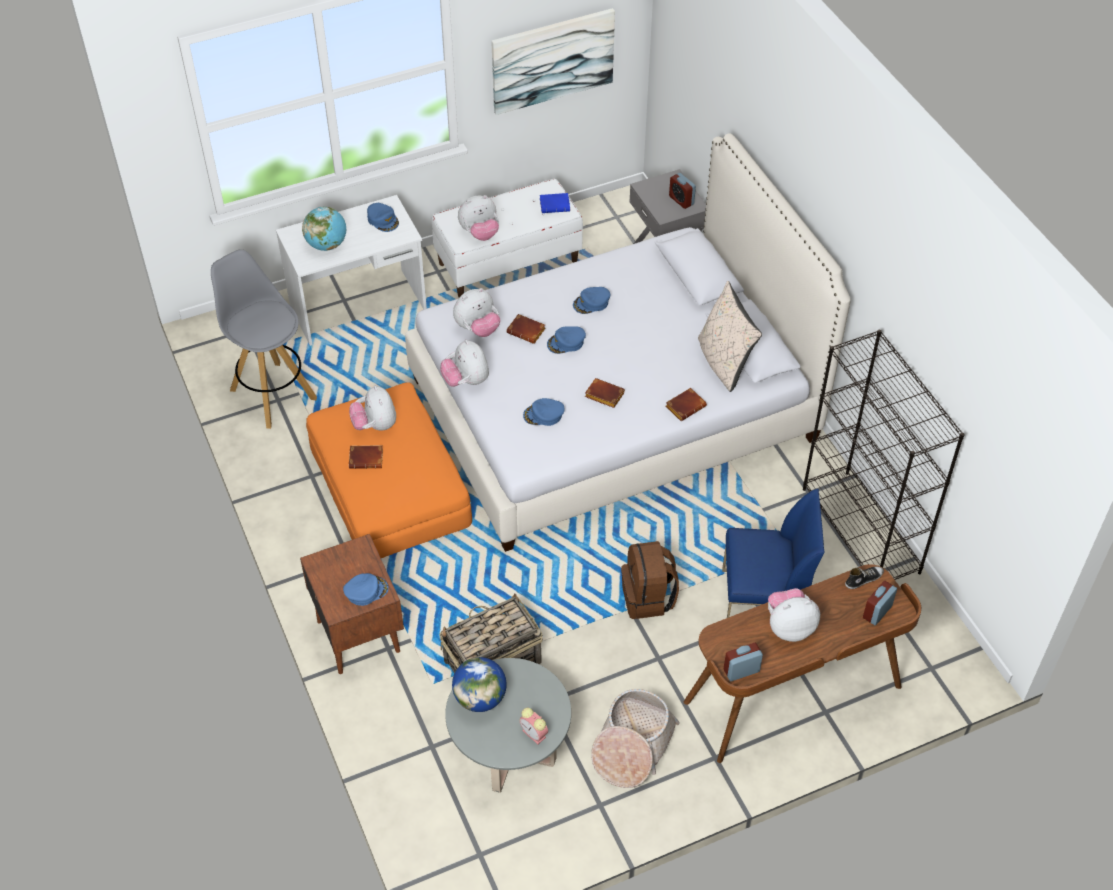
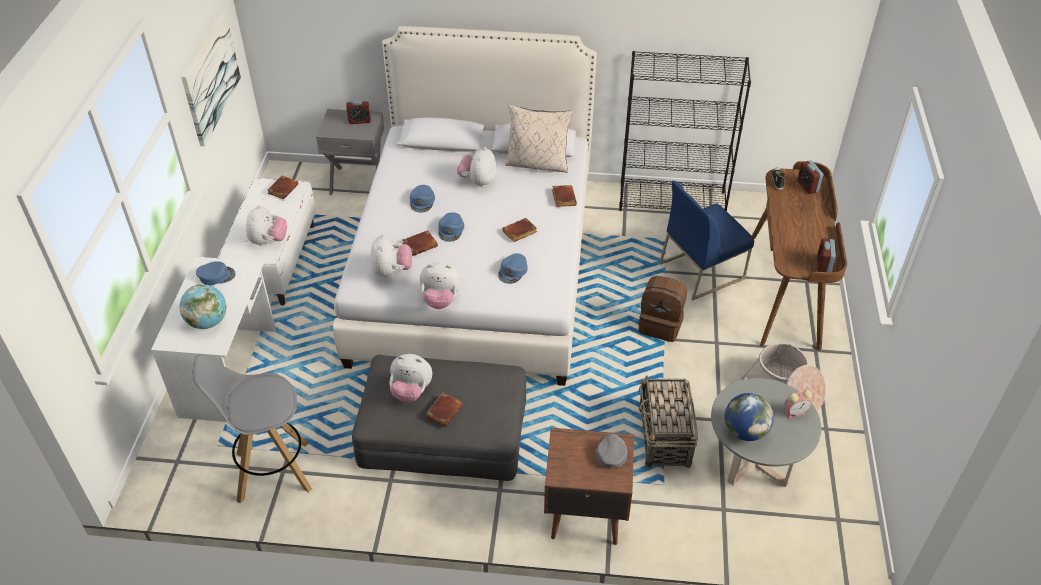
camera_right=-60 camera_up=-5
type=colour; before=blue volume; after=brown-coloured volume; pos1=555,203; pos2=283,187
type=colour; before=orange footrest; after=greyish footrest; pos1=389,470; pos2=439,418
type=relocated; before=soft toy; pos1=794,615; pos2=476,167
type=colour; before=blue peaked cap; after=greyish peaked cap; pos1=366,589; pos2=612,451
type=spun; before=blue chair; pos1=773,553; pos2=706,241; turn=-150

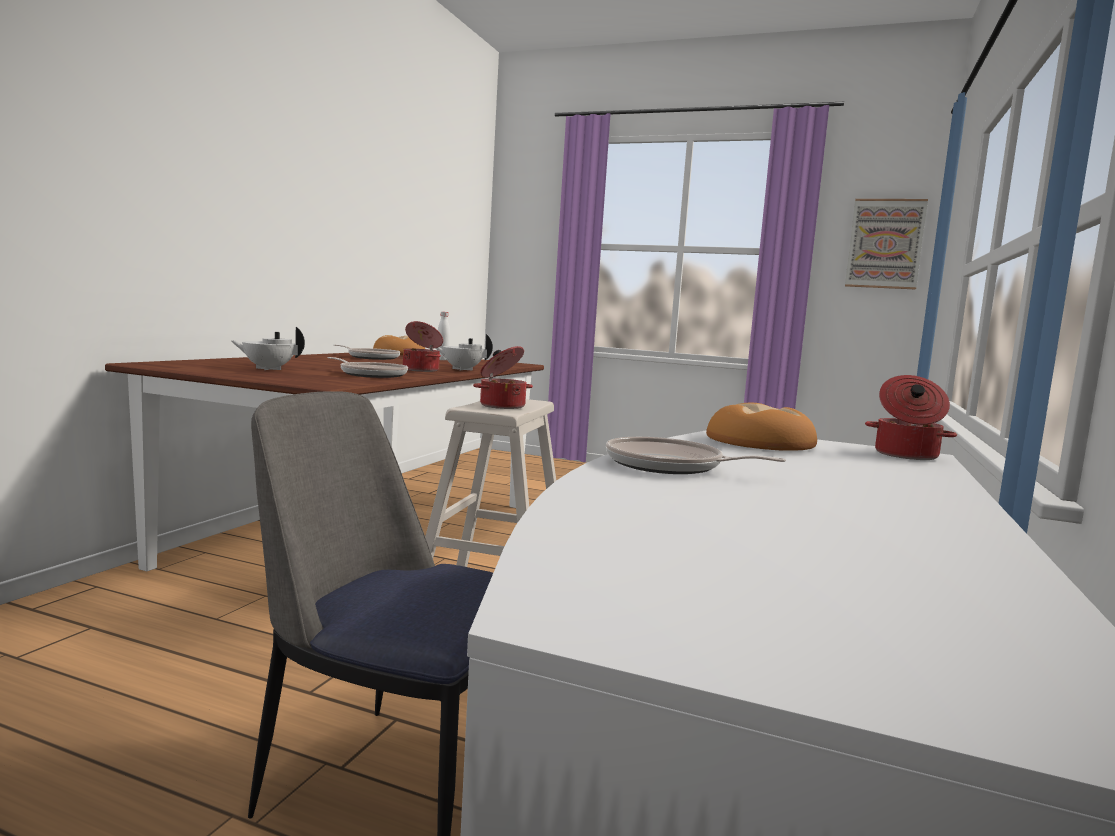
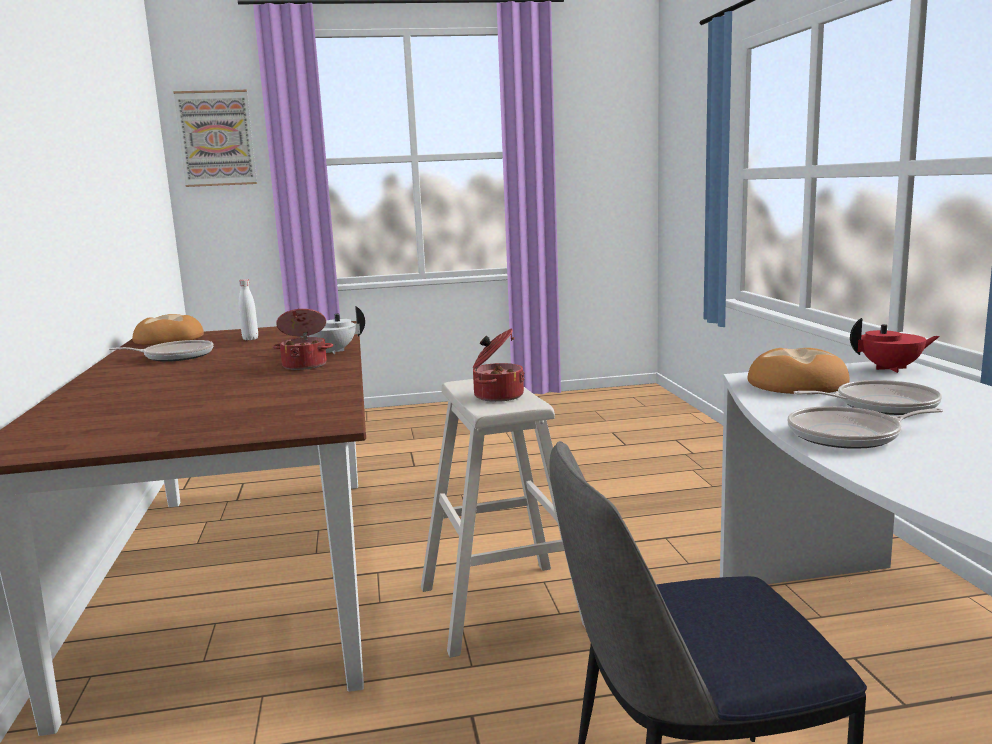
camera_right=-30 camera_up=5
type=relocated; before=wall art; pos1=886,244; pos2=215,138
type=relocated; before=frying pan; pos1=367,367; pos2=868,397
type=exchanged; before=stockpot; after=reddish pot for tea; pos1=911,417; pos2=895,345
type=missing; before=white pot for tea; pos1=268,348

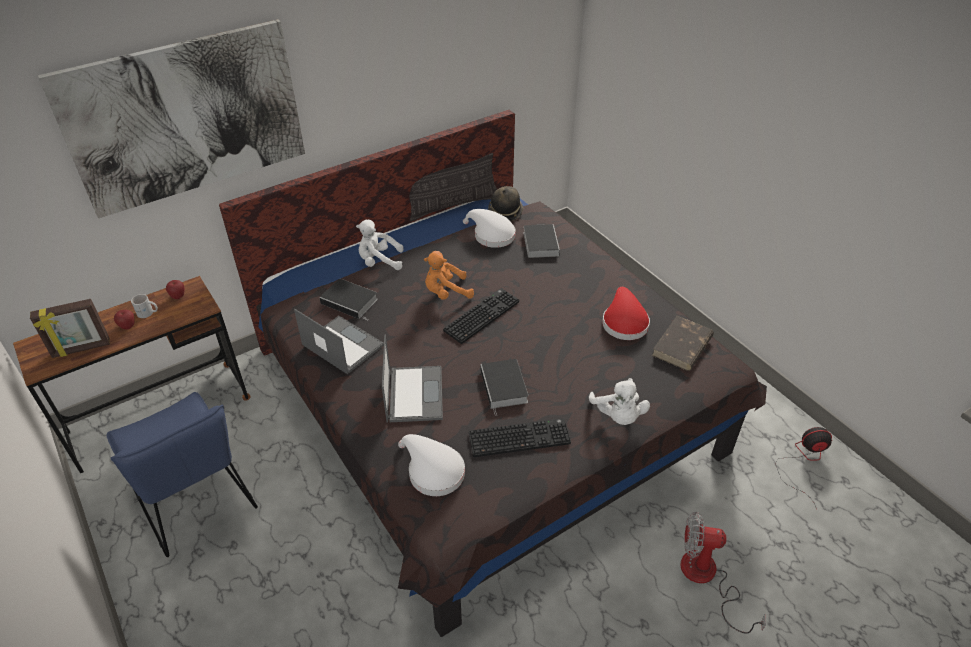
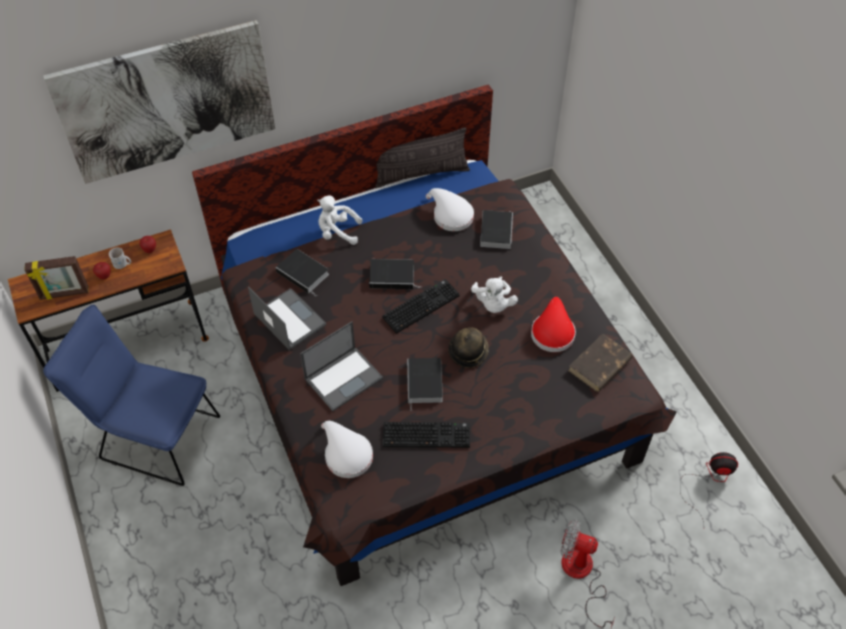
camera_right=10 camera_up=10
type=spun; before=blue chair; pos1=182,474; pos2=131,395; turn=135
type=spun; before=laptop; pos1=412,379; pos2=341,366; turn=45
type=exchanged; before=orange soft toy; after=volume; pos1=449,275; pos2=395,274
type=relocated; before=hat; pos1=505,203; pos2=468,347
type=relocated; before=white soft toy; pos1=619,401; pos2=494,294

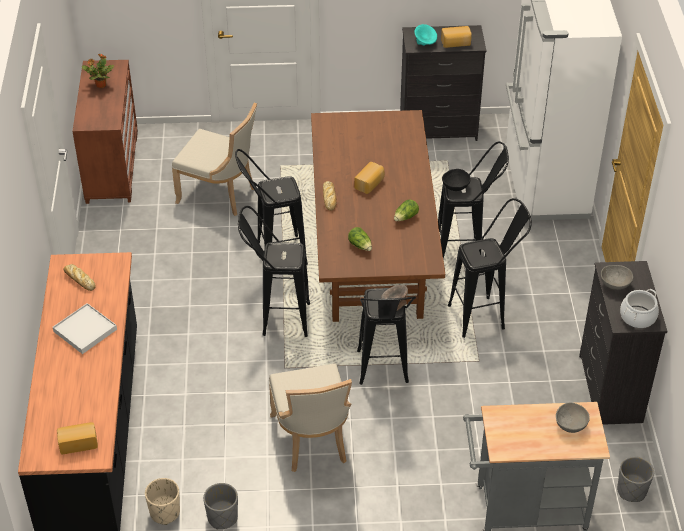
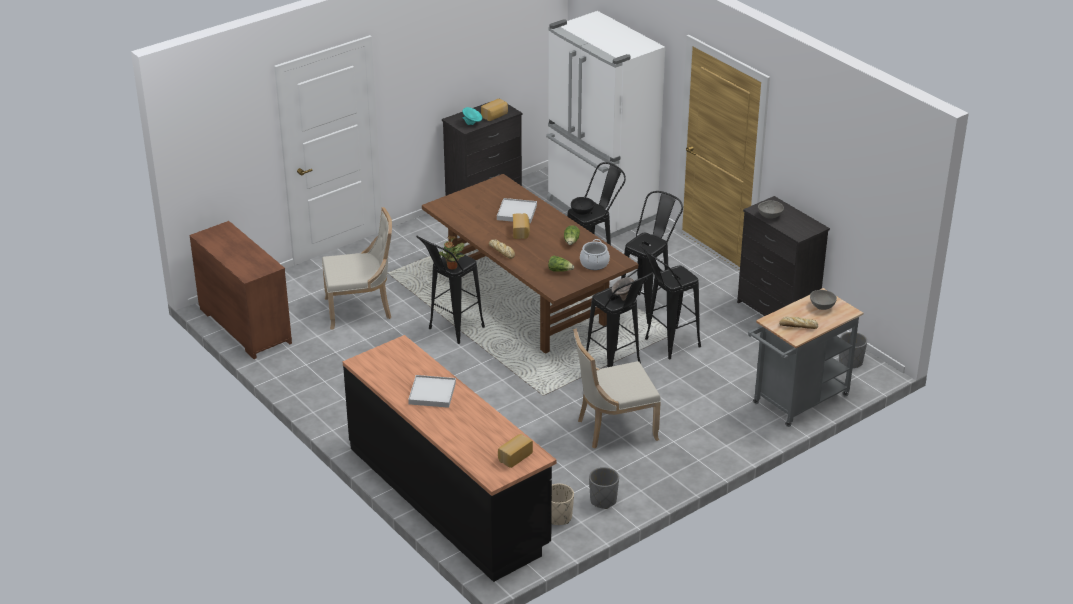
camera_right=-35 camera_up=-10
type=relocated; before=houseplant; pos1=98,70; pos2=451,253
type=appeared; after=white tray; pos2=517,210
type=spun; before=beige-coloured chair; pos1=310,418; pos2=617,388; turn=120
type=relocated; before=stockpot; pos1=639,308; pos2=595,254
type=relocated; before=blackish sitting stool; pos1=274,271; pos2=670,301
type=relocated; before=bakery bread; pos1=79,277; pos2=798,323

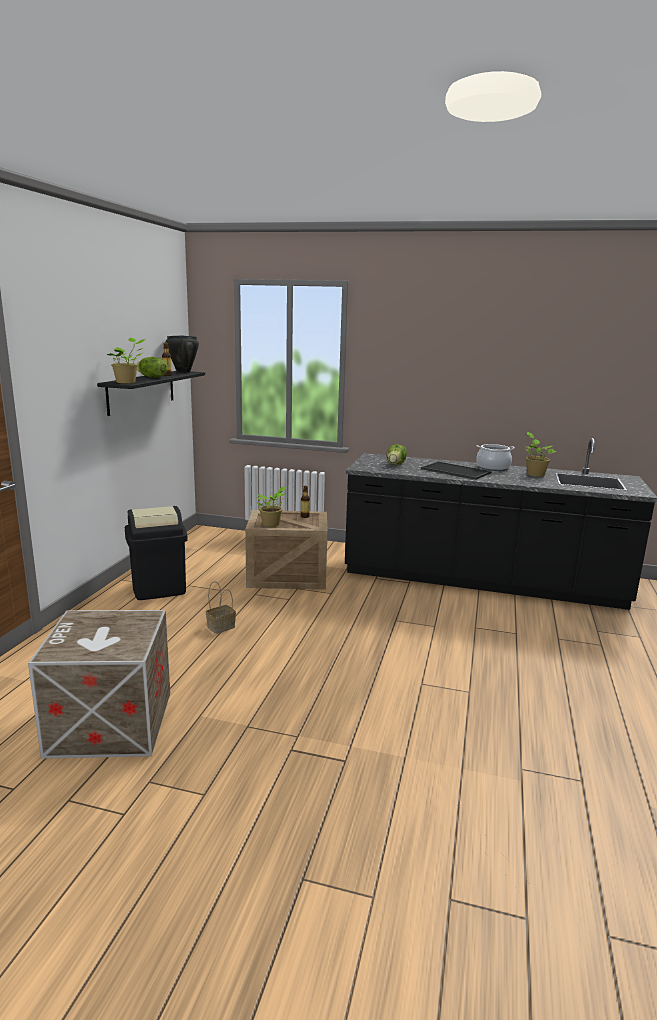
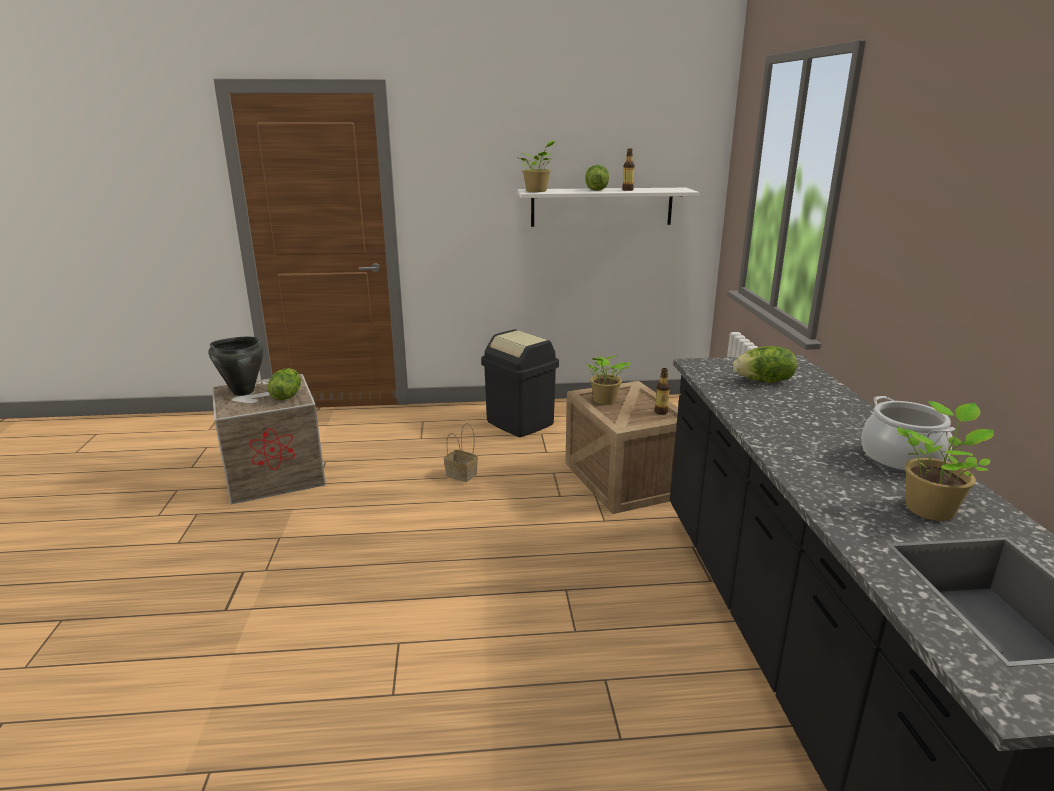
camera_right=70 camera_up=5
type=relocated; before=blackish stockpot; pos1=182,354; pos2=236,366
type=appeared; after=lettuce head; pos2=284,384
type=colour; before=blackish bracket shelf; after=white bracket shelf; pos1=151,393; pos2=608,207
type=missing; before=tray; pos1=456,471

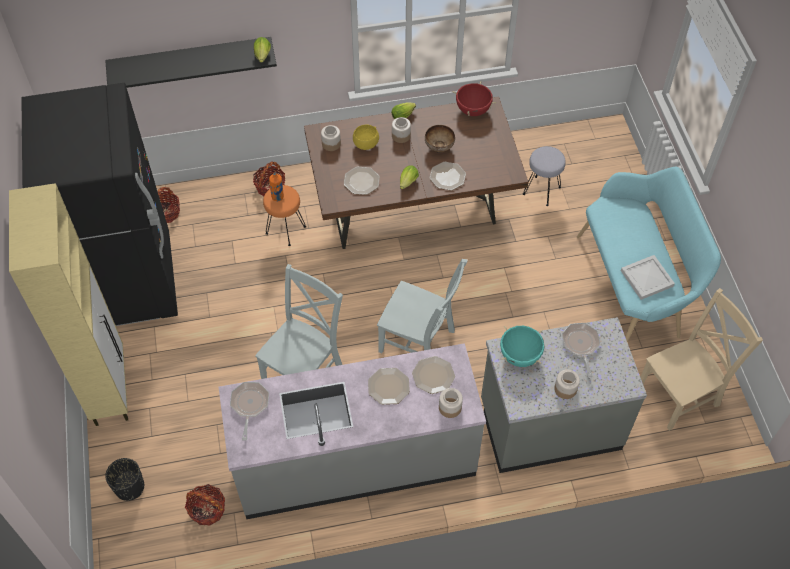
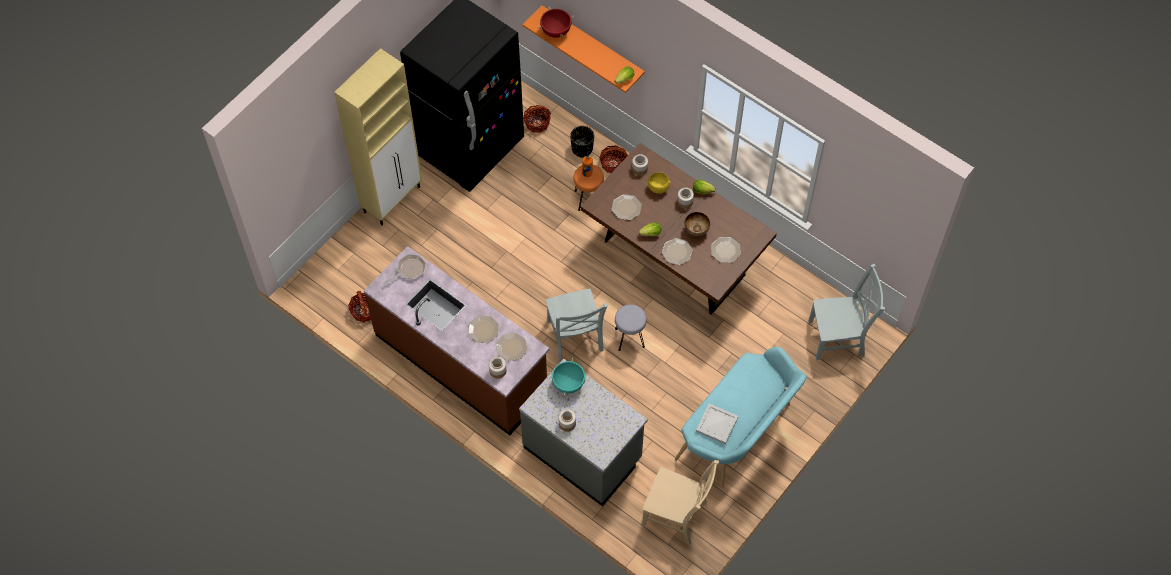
camera_right=50 camera_up=5
type=colour; before=greyish kitchen base unit; after=brown-coloured kitchen base unit; pos1=352,431; pos2=456,340
type=colour; before=blackish bracket shelf; after=orange bracket shelf; pos1=191,62; pos2=583,49
type=relocated; before=reddish stockpot; pos1=474,99; pos2=556,22
type=relocated; before=blackish plant pot; pos1=124,479; pos2=582,142
type=relocated; before=greyish sitting stool; pos1=544,176; pos2=631,327
type=appeared; after=flat dish; pos2=726,250
type=relocated; before=greyish chair; pos1=299,321; pos2=847,312
type=missing; before=frying pan; pos1=581,350

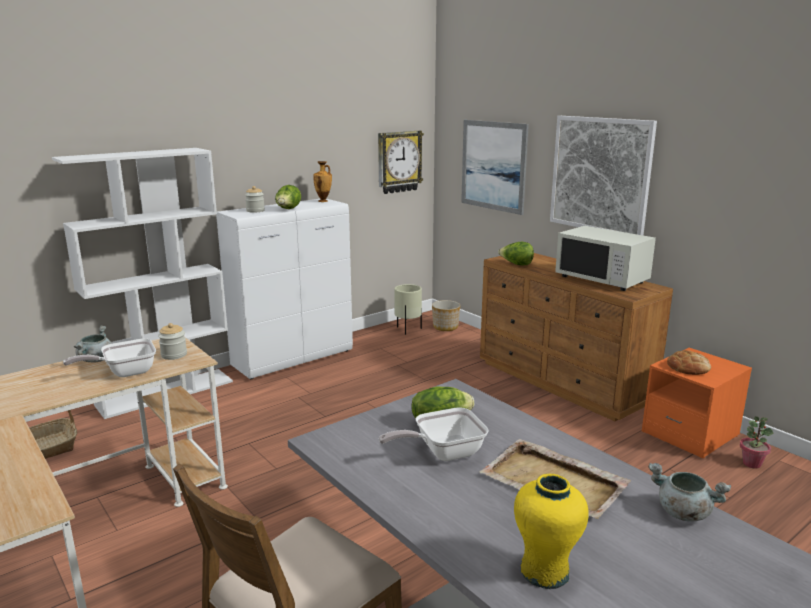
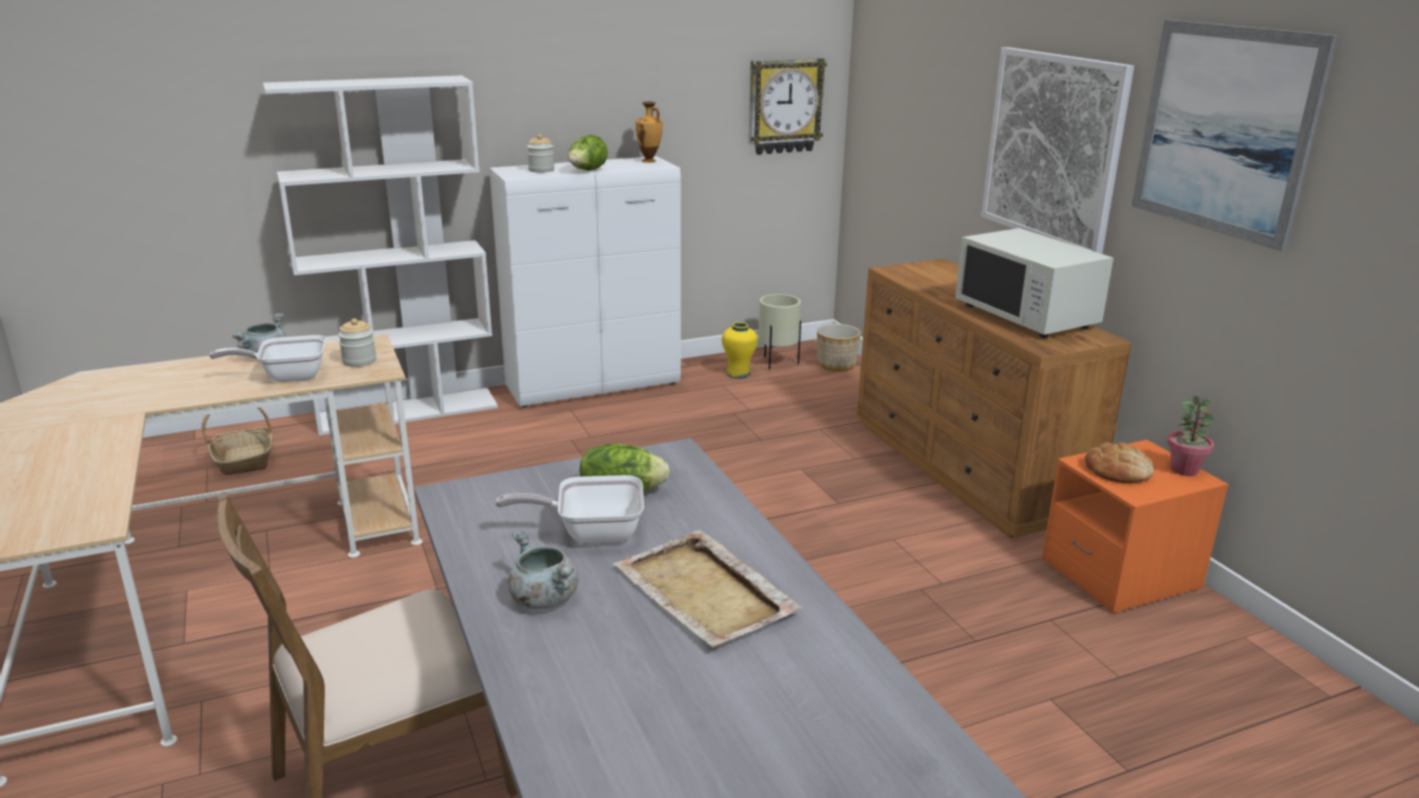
camera_right=15 camera_up=5
type=relocated; before=greyish stockpot; pos1=689,492; pos2=543,570
type=relocated; before=yellowish decorative vase; pos1=551,531; pos2=740,350
type=relocated; before=wall art; pos1=495,167; pos2=1235,135
type=relocated; before=houseplant; pos1=756,442; pos2=1190,436
type=missing; before=lettuce head; pos1=516,253

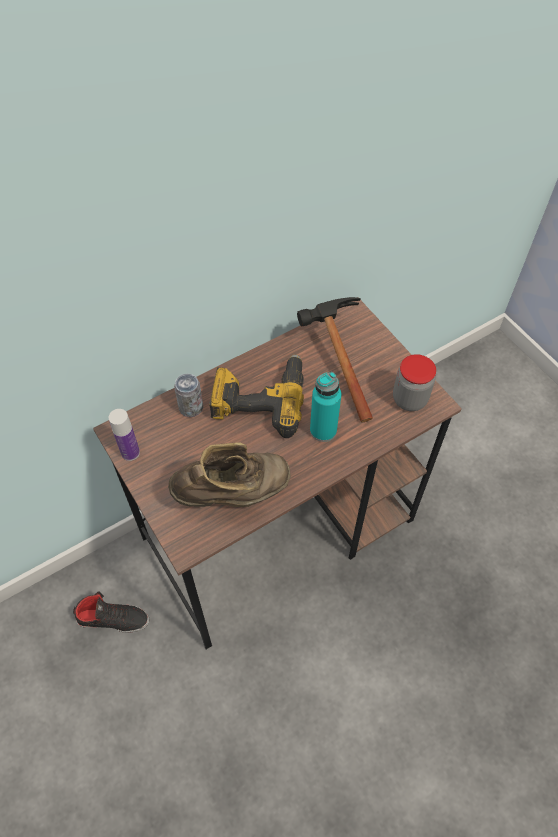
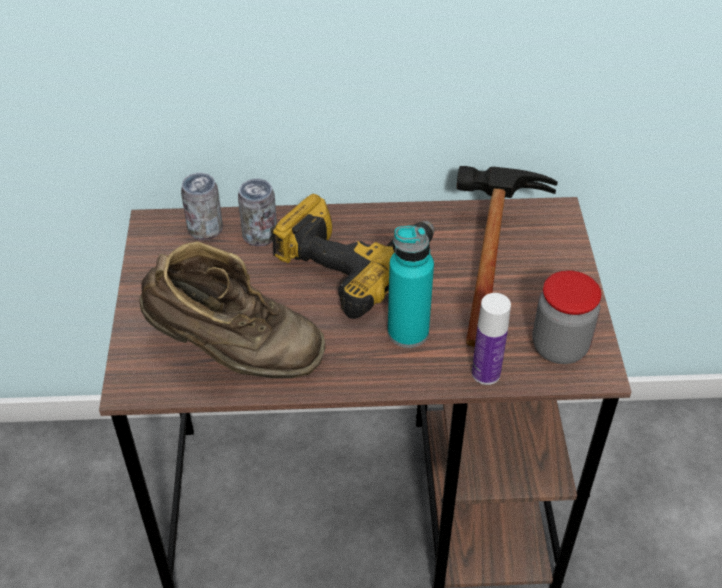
camera_right=30 camera_up=-10
type=appeared; after=sealed can; pos2=202,206
type=relocated; before=drink bottle; pos1=124,435; pos2=491,339
type=missing; before=blackish shoe; pos1=111,612

